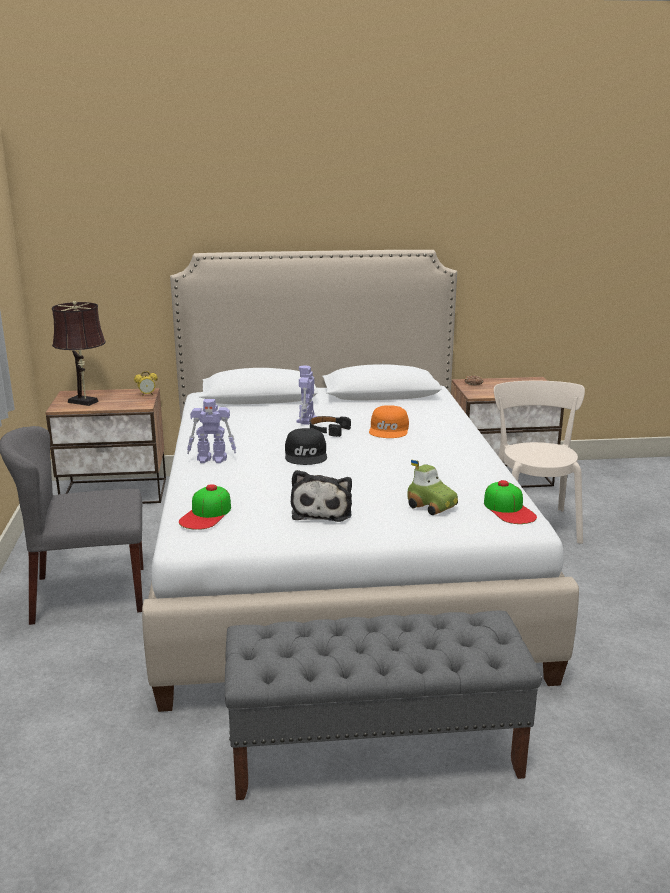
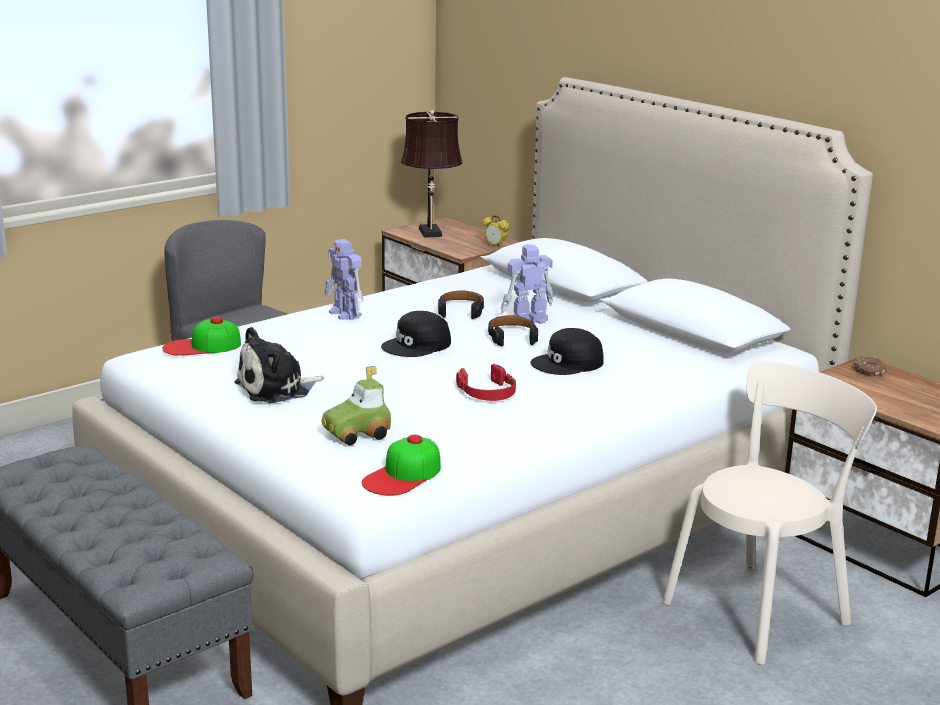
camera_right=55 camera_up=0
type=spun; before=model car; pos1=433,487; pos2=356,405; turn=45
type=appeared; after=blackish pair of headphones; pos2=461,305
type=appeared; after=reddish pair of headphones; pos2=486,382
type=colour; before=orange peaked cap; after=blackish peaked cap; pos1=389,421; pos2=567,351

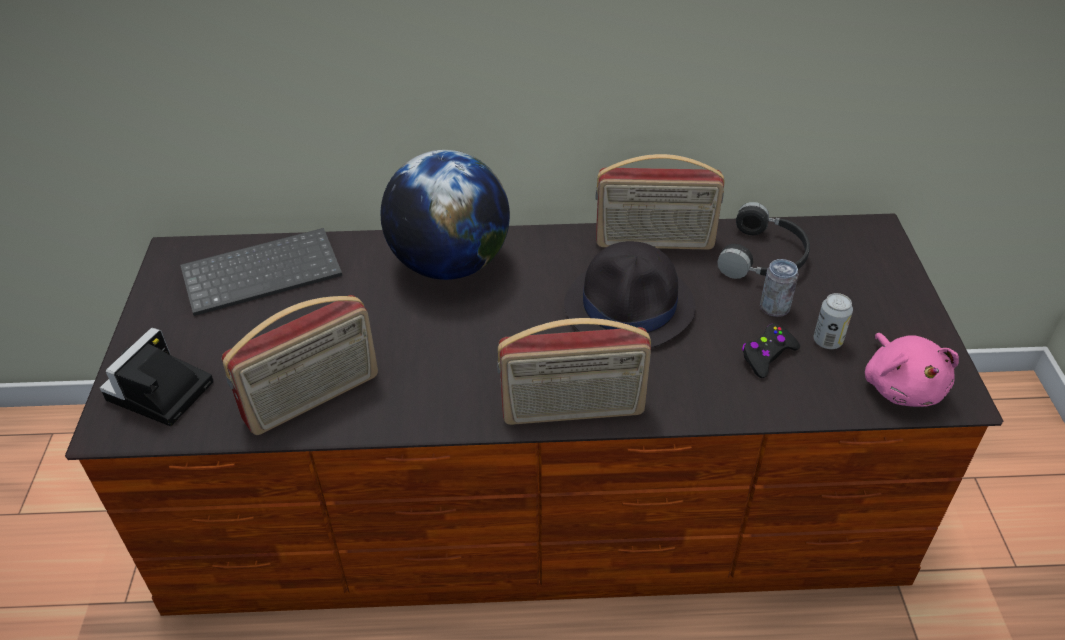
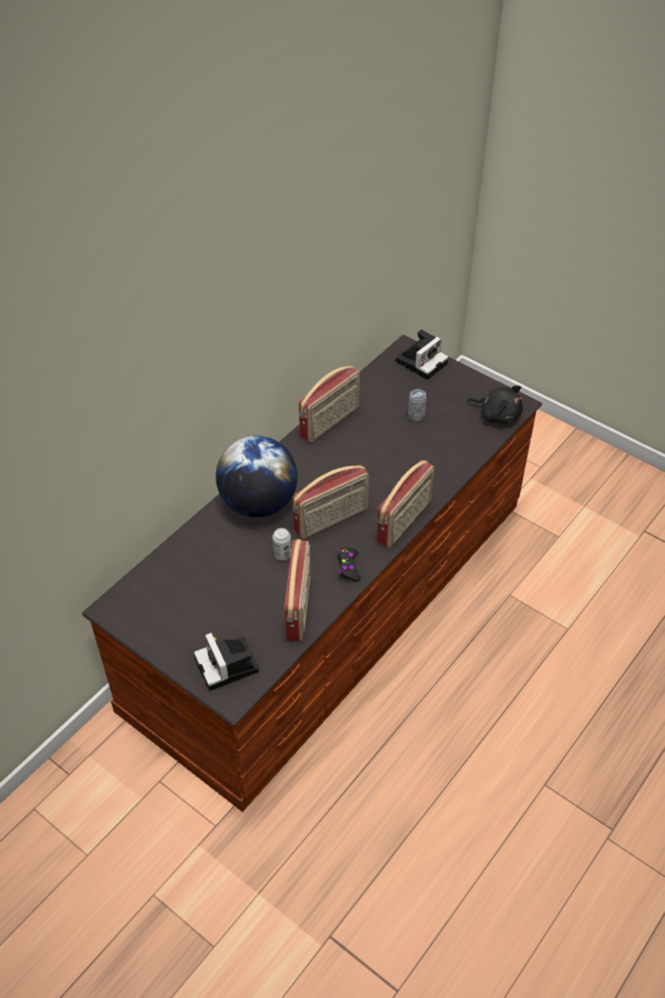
camera_right=-50 camera_up=5
type=relocated; before=sealed can; pos1=833,321; pos2=281,544
type=appeared; after=radio; pos2=330,502
type=relocated; before=blackish game controller; pos1=771,351; pos2=349,564
type=appeared; after=still camera; pos2=422,355
type=colour; before=pink soft toy; after=blackish soft toy; pos1=912,370; pos2=495,405
type=missing; before=computer keyboard; pos1=261,272
type=missing; before=blackish hat; pos1=630,294
type=missing; before=blackish pair of headphones; pos1=763,240

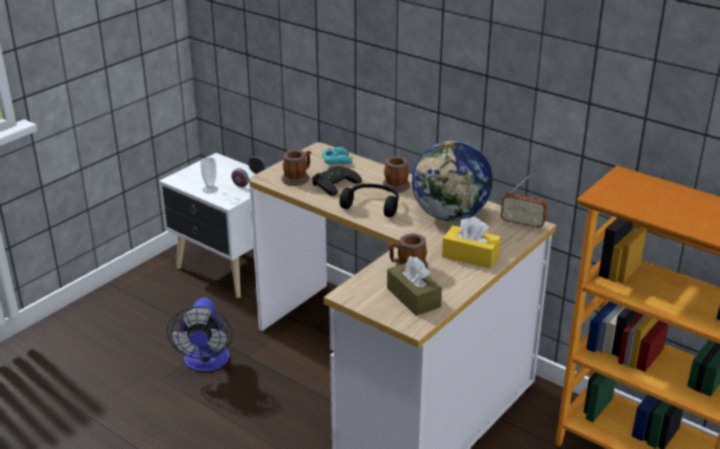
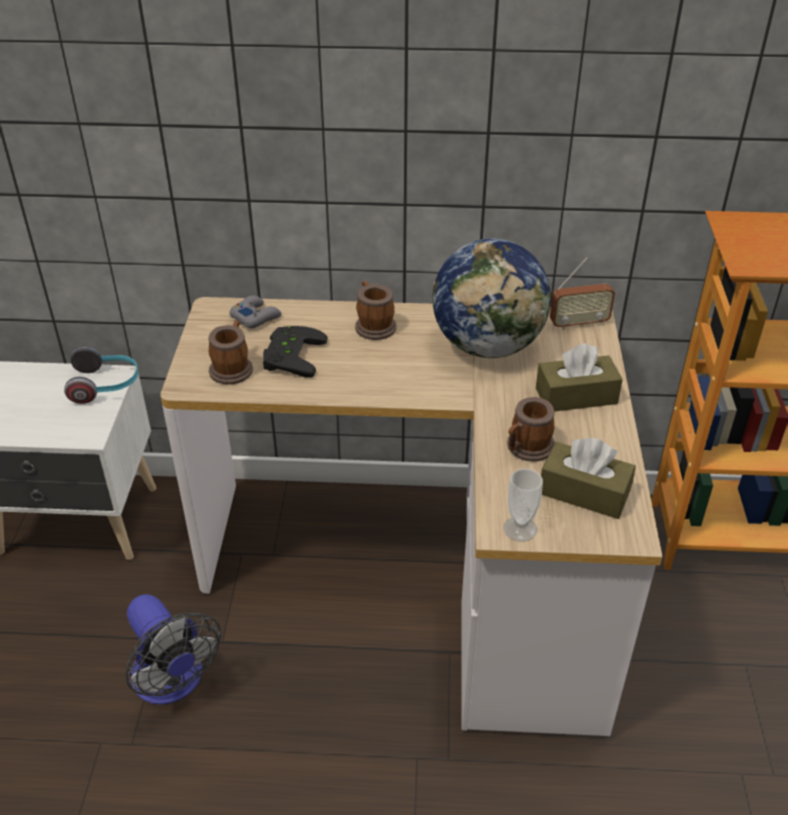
camera_right=-35 camera_up=10
type=colour; before=blue-green game controller; after=greyish game controller; pos1=337,155; pos2=255,311
type=relocated; before=drinking cup; pos1=209,175; pos2=523,505
type=colour; before=yellowish tissue holder; after=brown-coloured tissue holder; pos1=471,243; pos2=579,377
type=missing; before=blackish pair of headphones; pos1=369,200

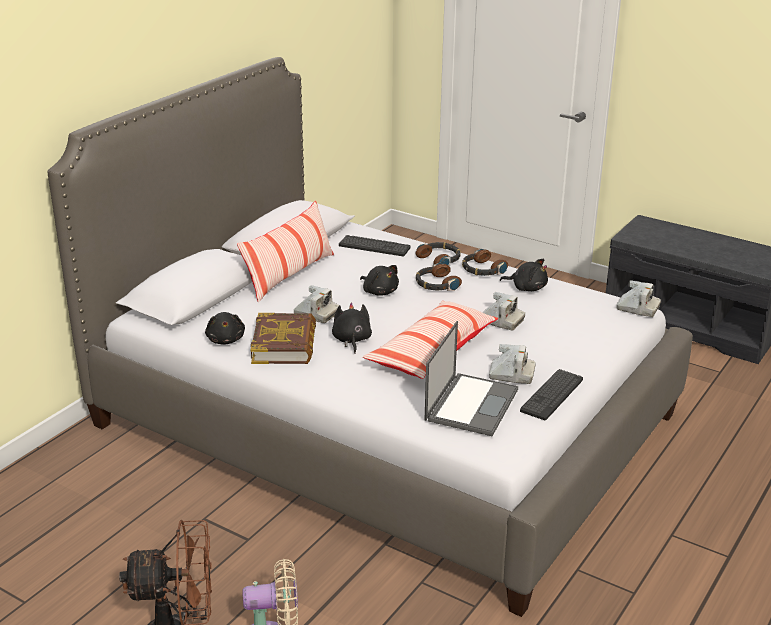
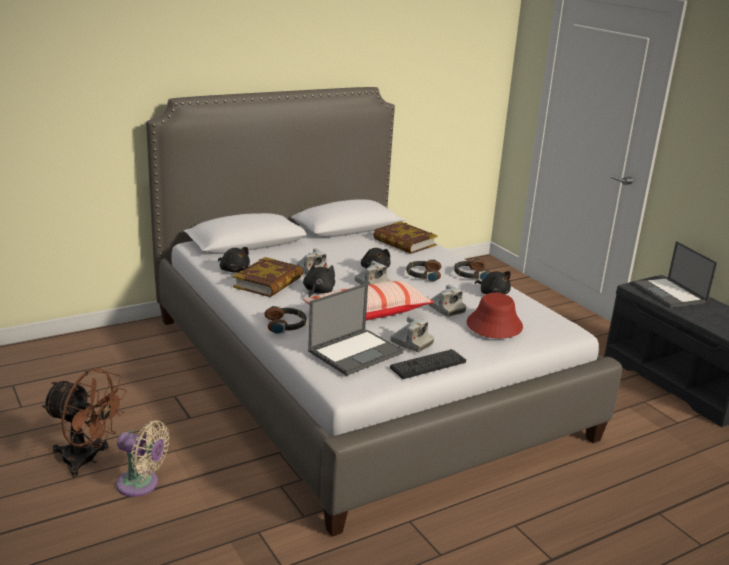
camera_right=25 camera_up=-5
type=spun; before=blackish soft toy; pos1=225,328; pos2=234,260; turn=-60
type=relocated; before=pair of headphones; pos1=438,254; pos2=285,320
type=relocated; before=still camera; pos1=638,298; pos2=373,273
type=exchanged; before=computer keyboard; after=volume; pos1=375,245; pos2=405,237
type=appeared; after=reddish hat; pos2=495,316
type=appeared; after=laptop; pos2=674,274
type=missing; before=pillow; pos1=285,251

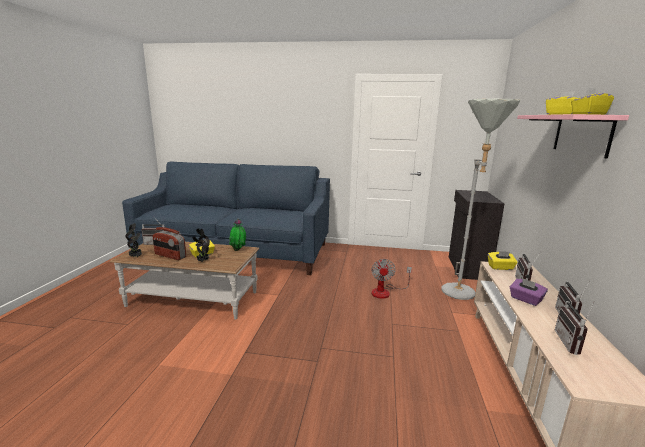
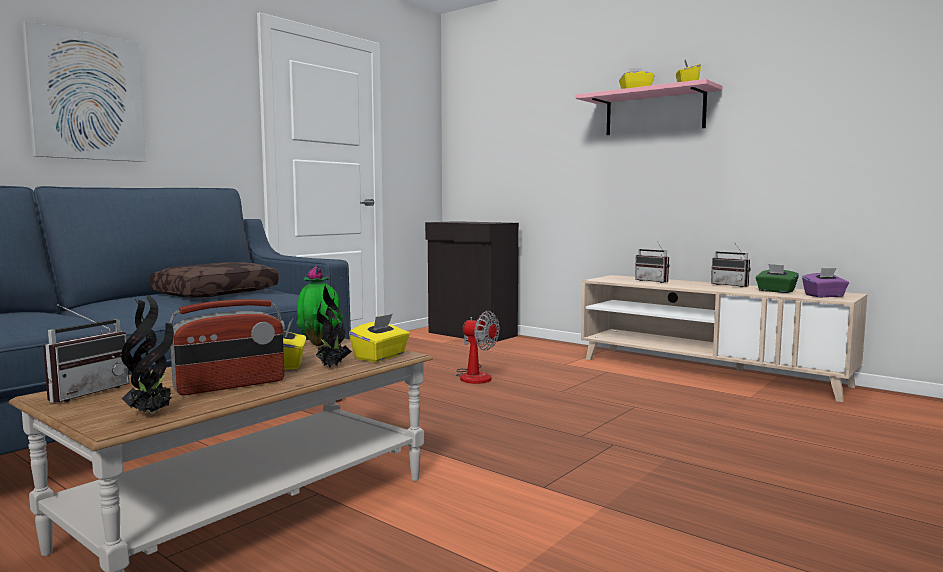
camera_right=-60 camera_up=-10
type=appeared; after=wall art; pos2=84,91
type=appeared; after=brown-coloured pillow; pos2=214,280
type=relocated; before=yellowish tissue holder; pos1=503,260; pos2=379,338
type=exchanged; before=radio; after=green-coloured tissue holder; pos1=574,328; pos2=777,278
type=relocated; before=purplish tissue holder; pos1=529,292; pos2=825,282
type=missing; before=greyish standing lamp; pos1=481,199

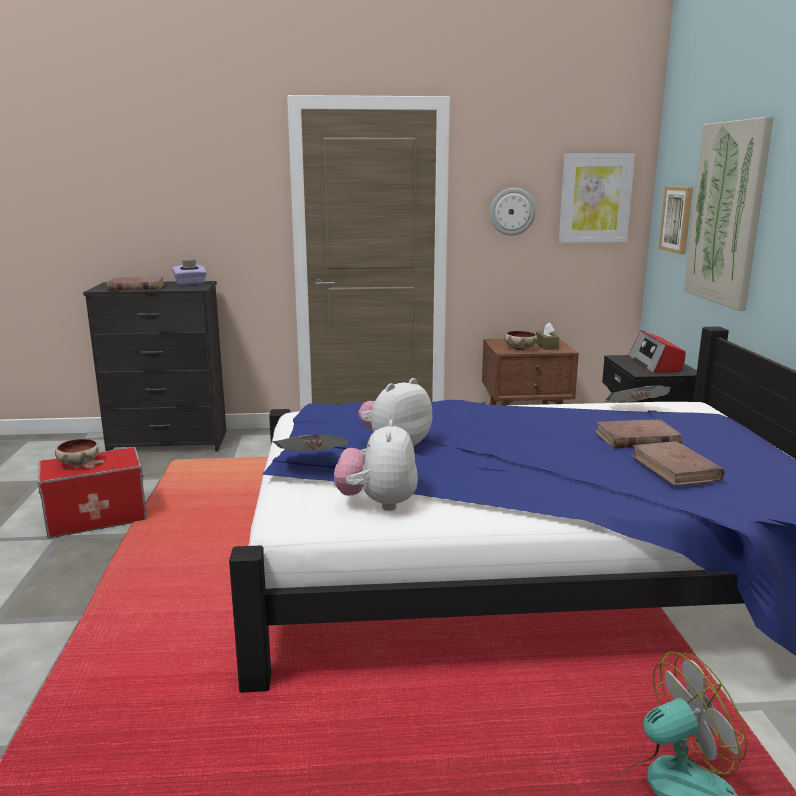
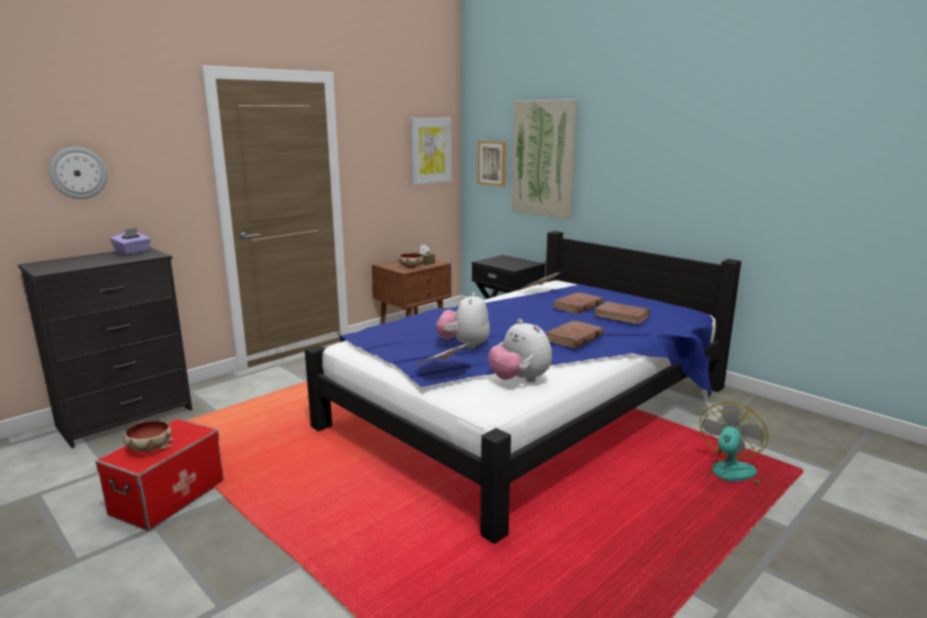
camera_right=-40 camera_up=0
type=relocated; before=clock on the wall; pos1=513,212; pos2=78,173
type=relocated; before=brown-coloured volume; pos1=136,284; pos2=575,334
type=missing; before=radio; pos1=657,351

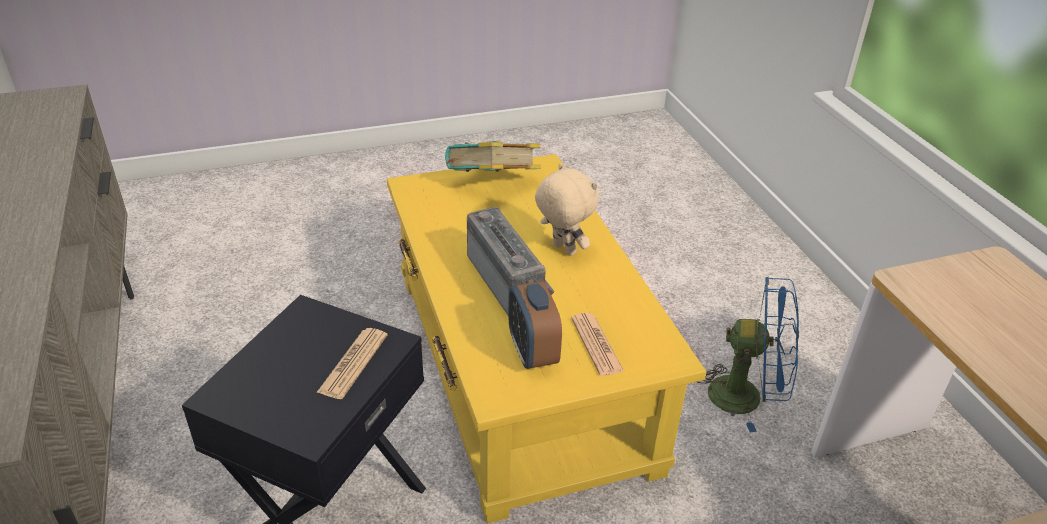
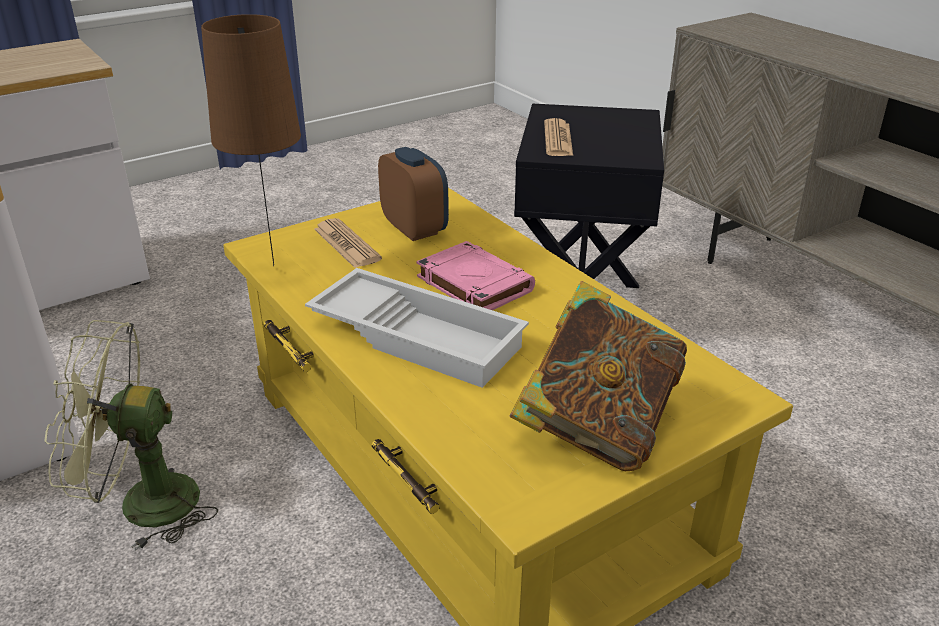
camera_right=165 camera_up=-5
type=colour; before=blue fan; after=green-coloured fan; pos1=748,354; pos2=131,435
type=appeared; after=brown-coloured table lamp; pos2=251,140
type=exchanged; before=beige-coloured soft toy; after=white tray; pos1=567,209; pos2=417,328
type=exchanged; before=radio; after=pink volume; pos1=511,261; pos2=476,275

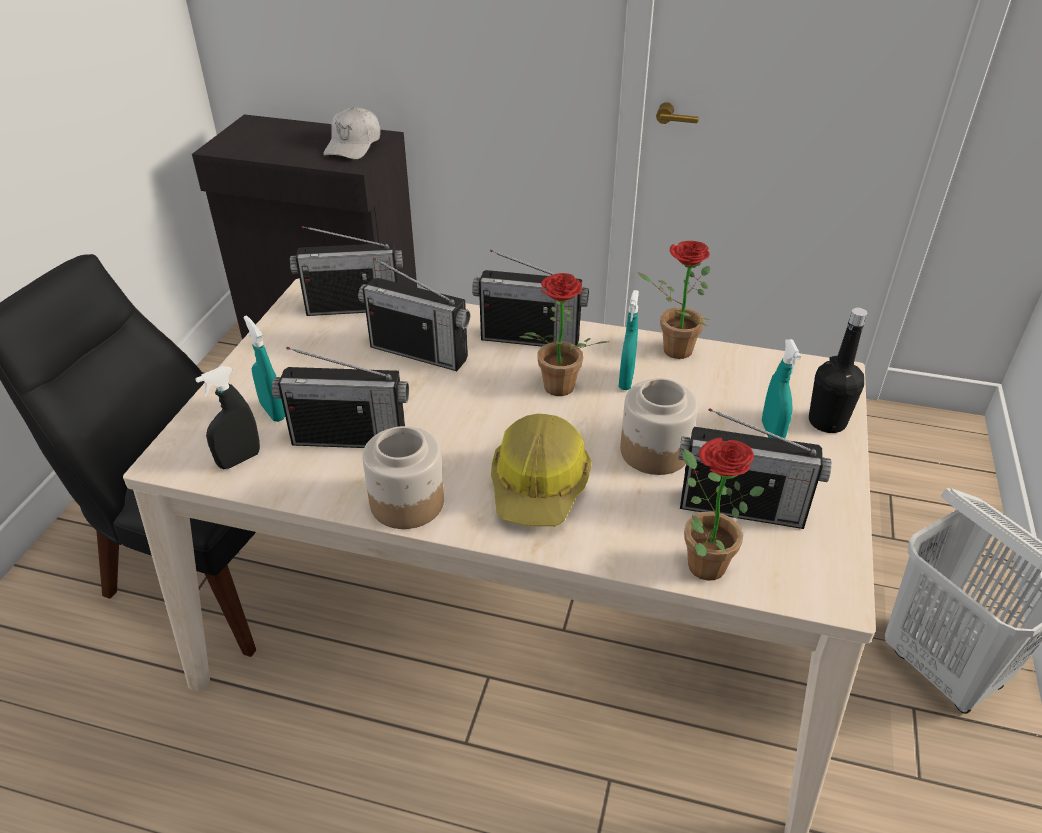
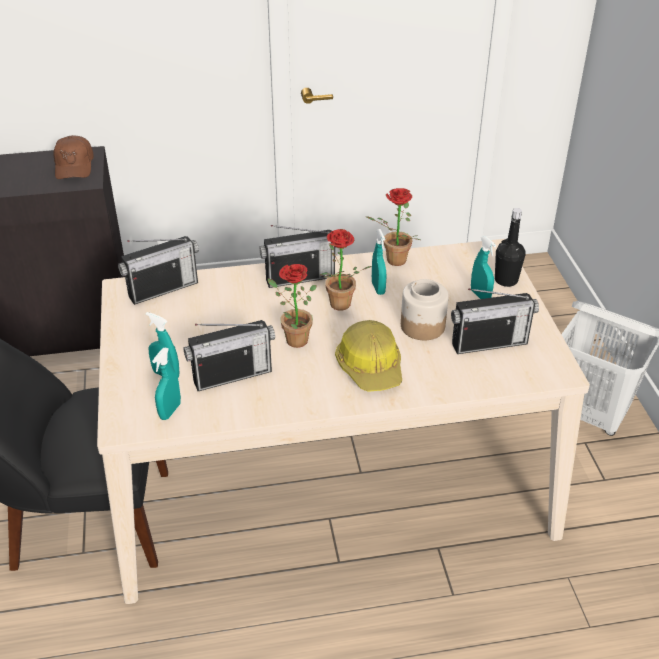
camera_right=-25 camera_up=0
type=colour; before=white peaked cap; after=brown-coloured peaked cap; pos1=352,133; pos2=73,157
type=colour; before=blackish spray bottle; after=blue-green spray bottle; pos1=227,417; pos2=166,383
type=relocated; before=houseplant; pos1=723,509; pos2=292,306
type=missing; before=radio; pos1=414,314
type=missing; before=jar; pos1=403,477

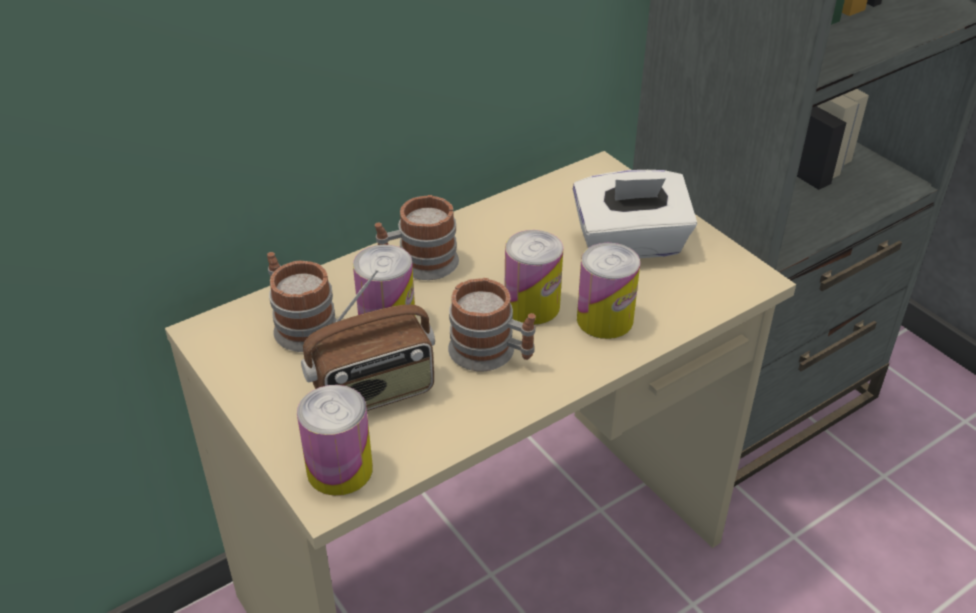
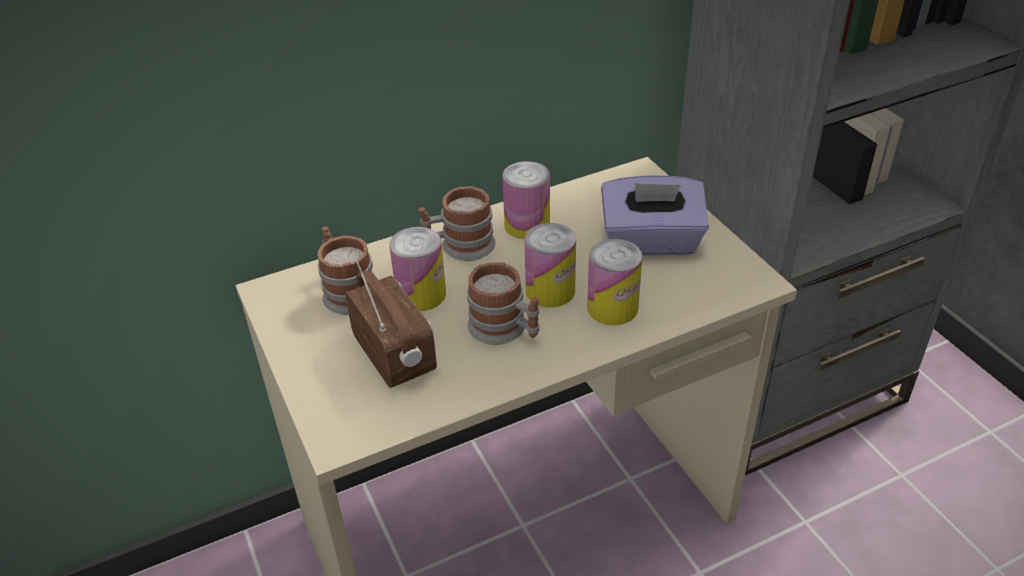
camera_right=10 camera_up=0
type=spun; before=radio; pos1=368,340; pos2=391,324; turn=-105
type=relocated; before=sealed can; pos1=335,440; pos2=526,200
type=colour; before=white tissue holder; after=purplish tissue holder; pos1=635,214; pos2=655,215

